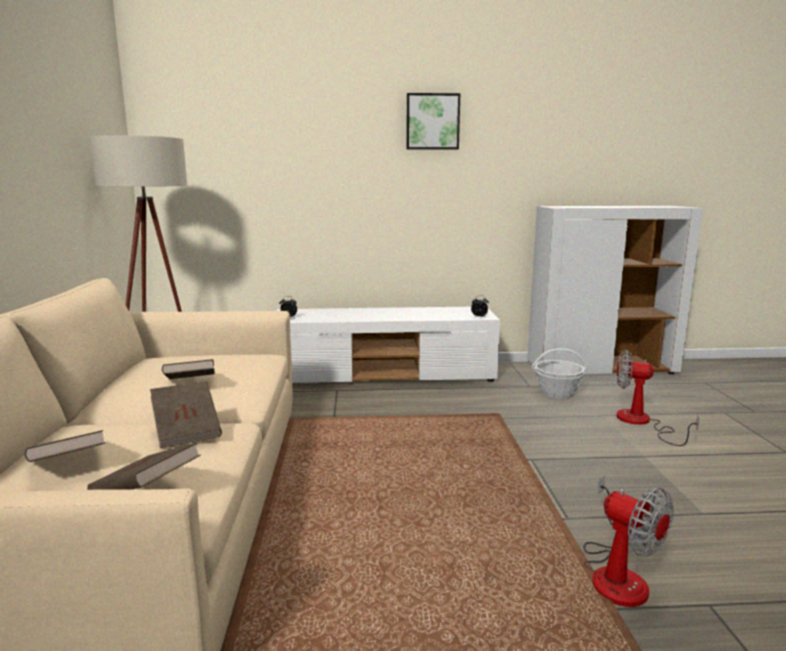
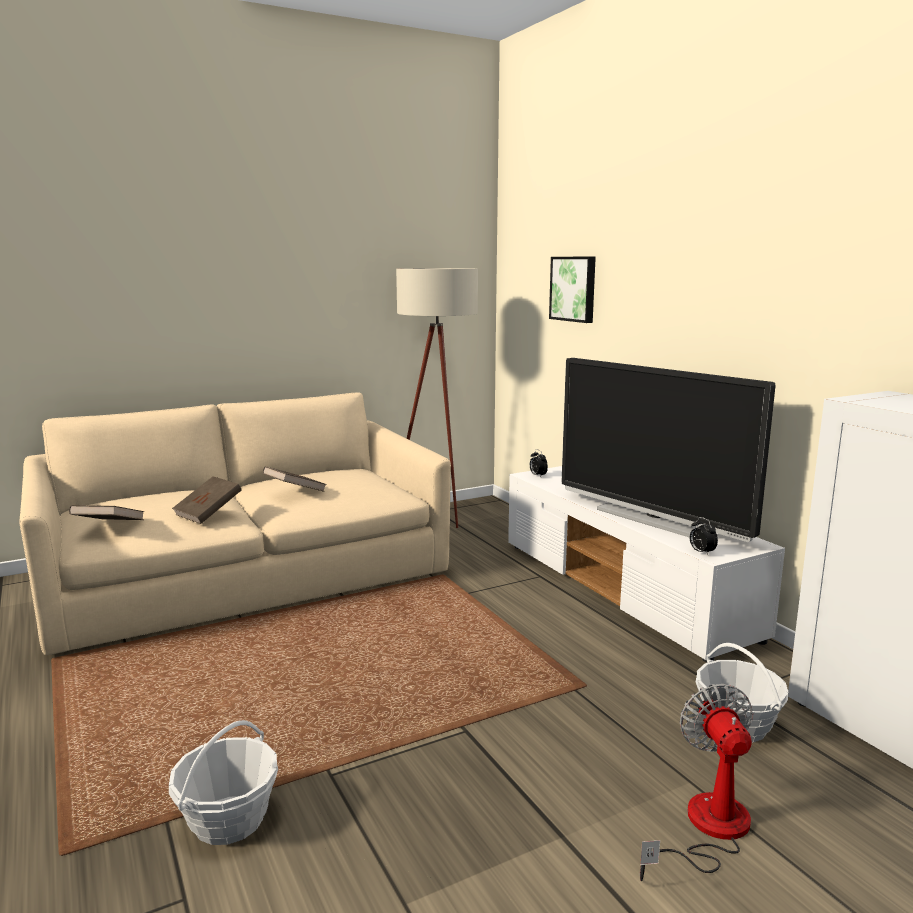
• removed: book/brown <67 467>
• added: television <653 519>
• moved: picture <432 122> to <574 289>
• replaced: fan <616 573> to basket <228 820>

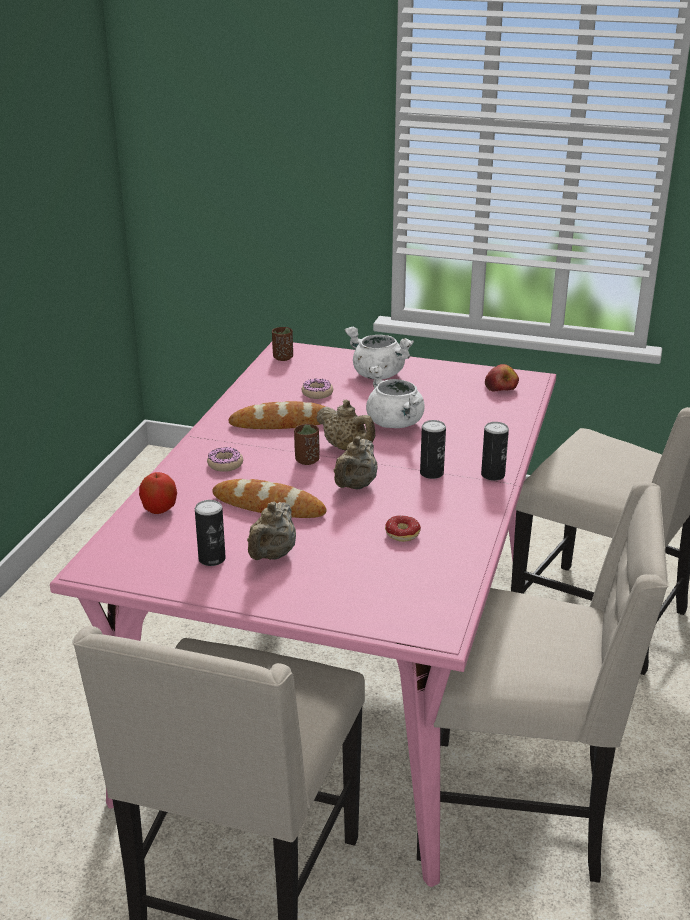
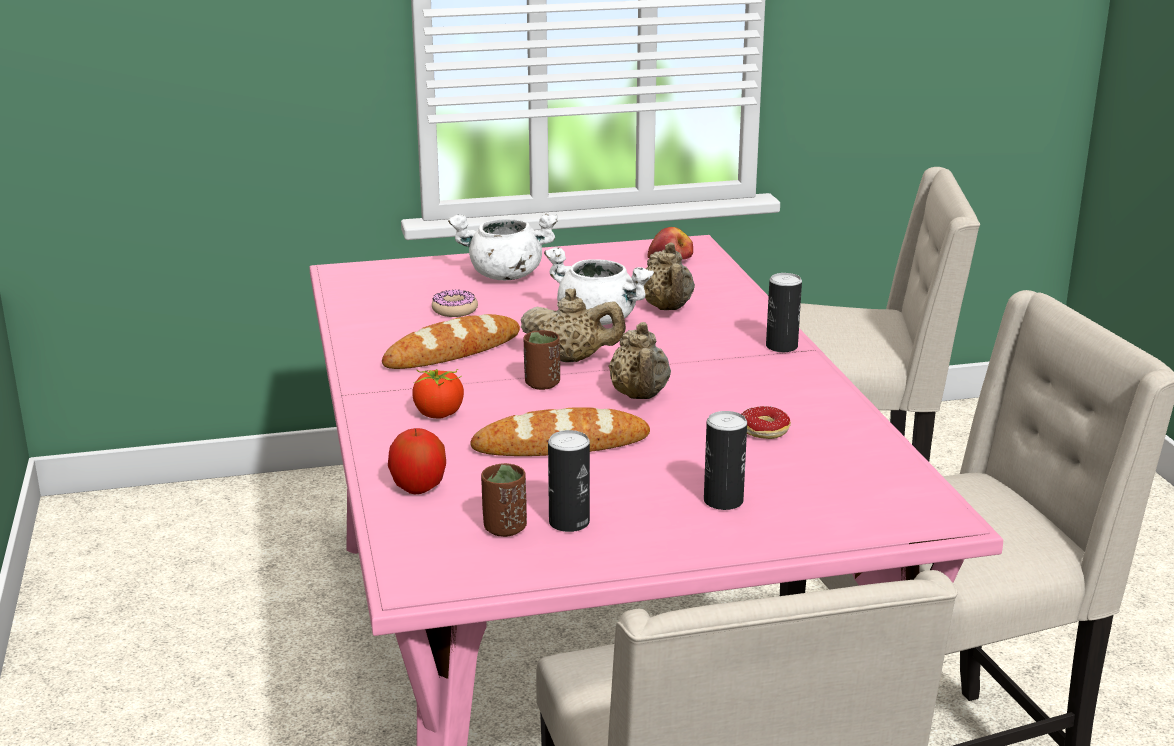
• moved: teapot/beige <272 555> to <667 308>
• moved: cup/brown <283 358> to <505 528>
• moved: can <431 473> to <723 501>
• replaced: donut <225 464> to tomato <439 414>

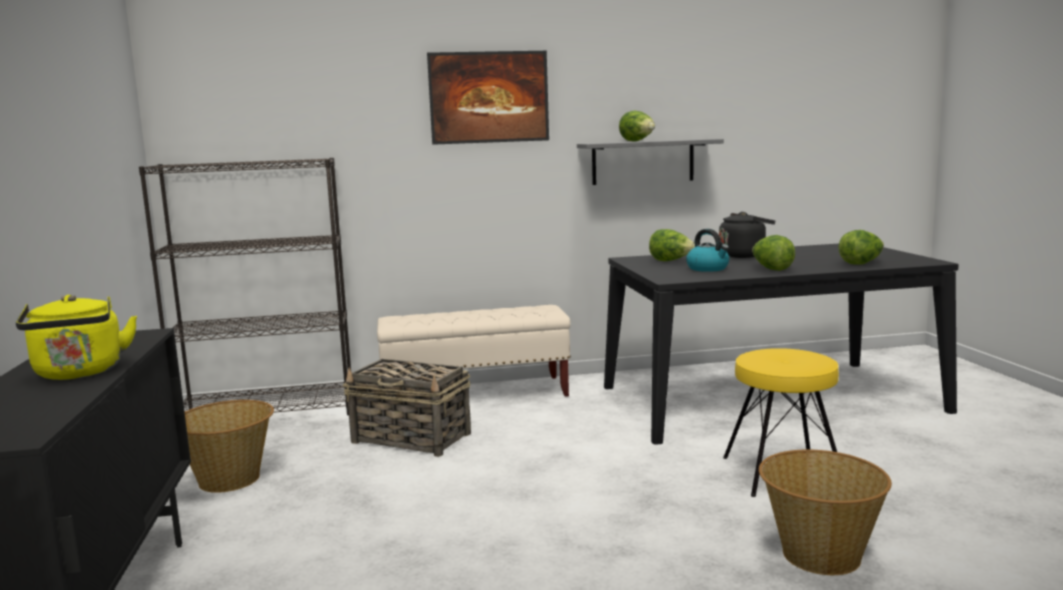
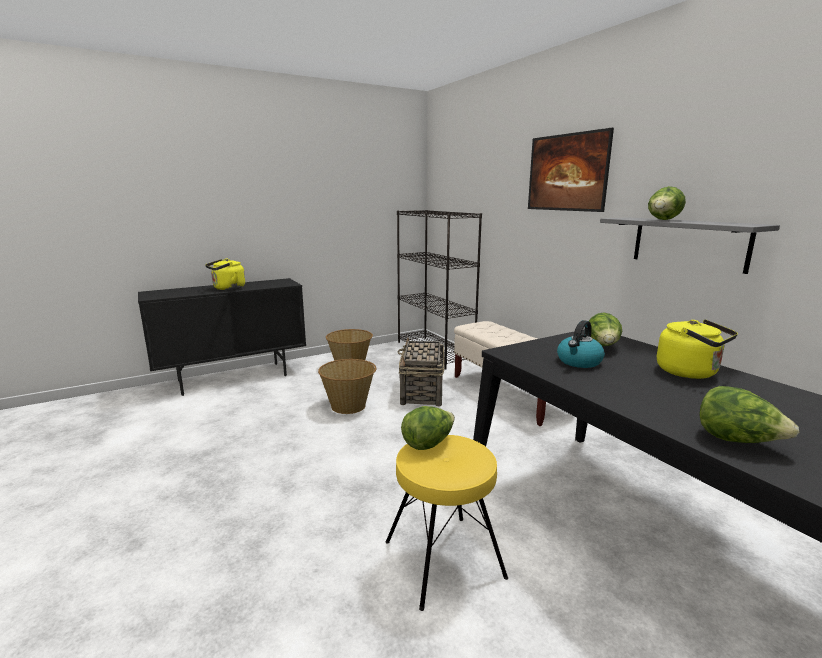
• moved: lettuce <771 269> to <428 443>
• moved: basket <820 554> to <349 406>
• recoloured: kettle/black <744 255> to kettle/yellow <690 373>

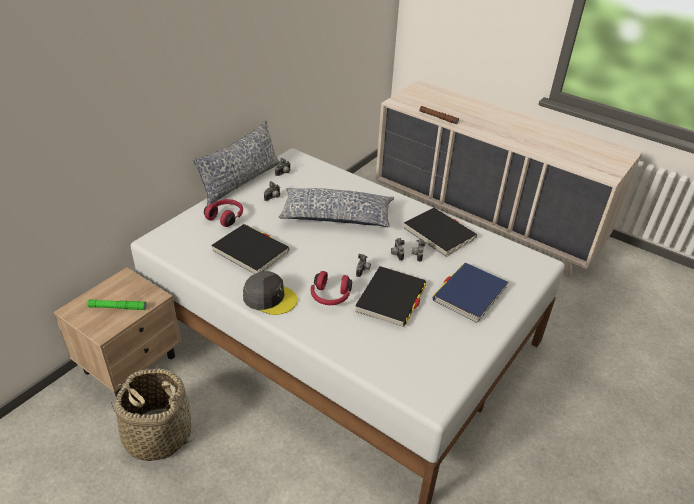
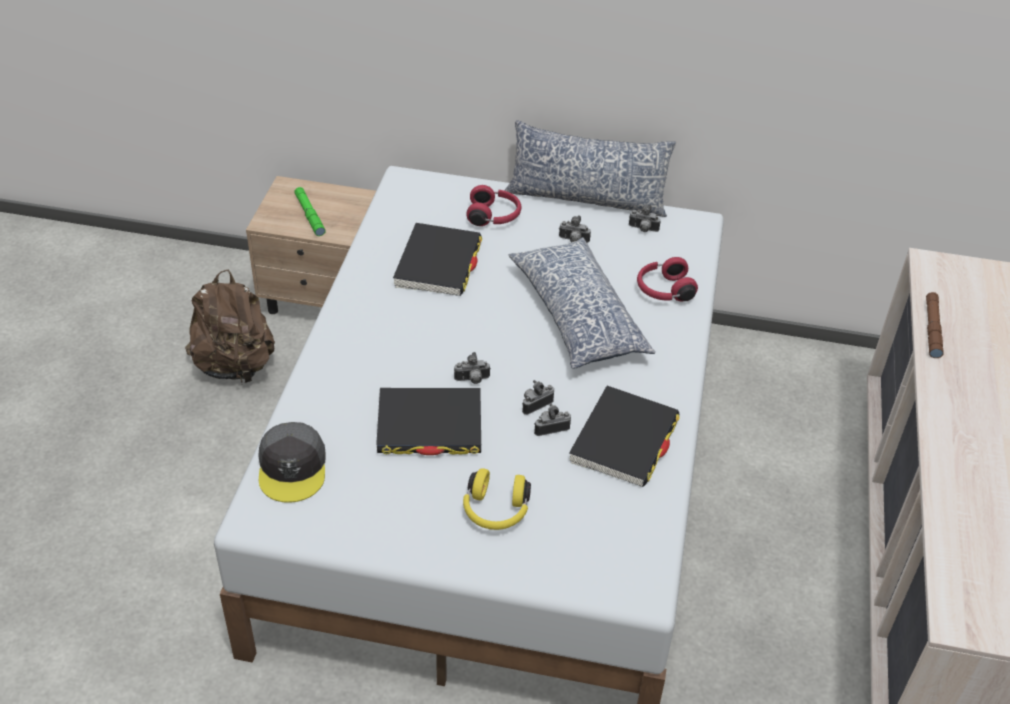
• moved: cap/grey <269 298> to <293 468>
• moved: headphones/red <330 296> to <663 290>
• replaced: basket <158 435> to backpack/brown <235 366>
• replaced: book/blue <469 294> to headphones/yellow <495 511>

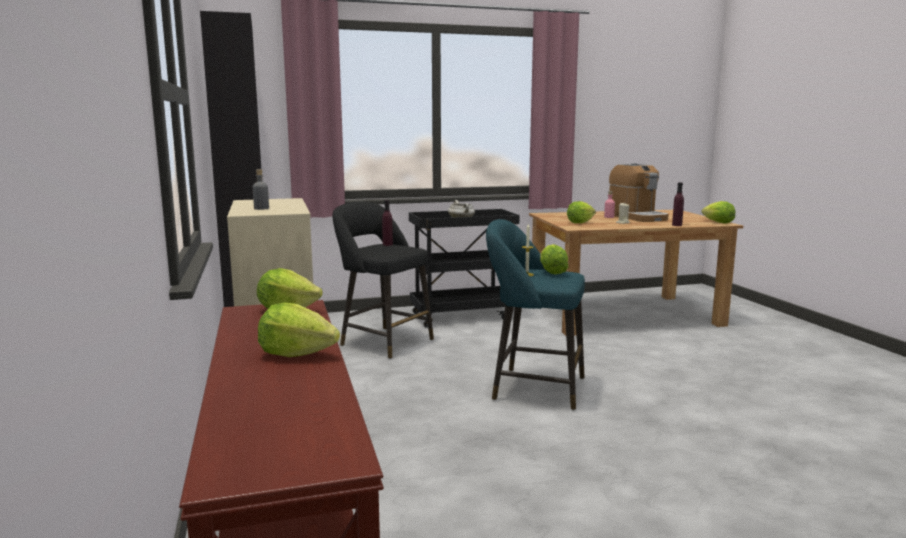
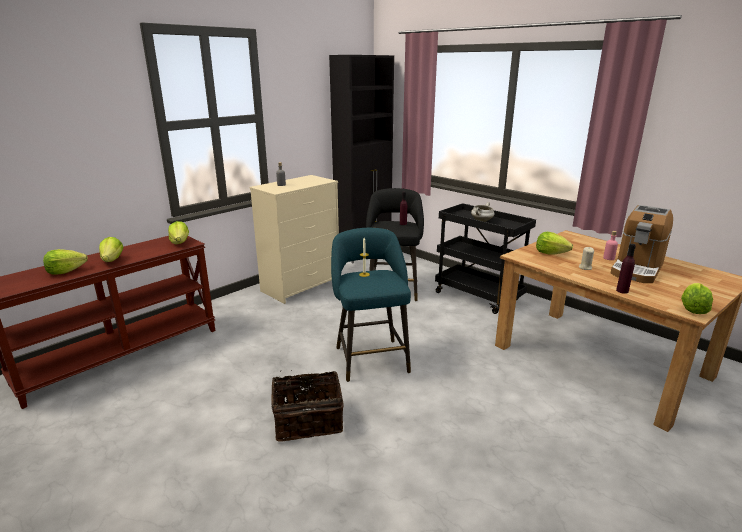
• added: basket <308 420>
• moved: lettuce <551 272> to <65 271>

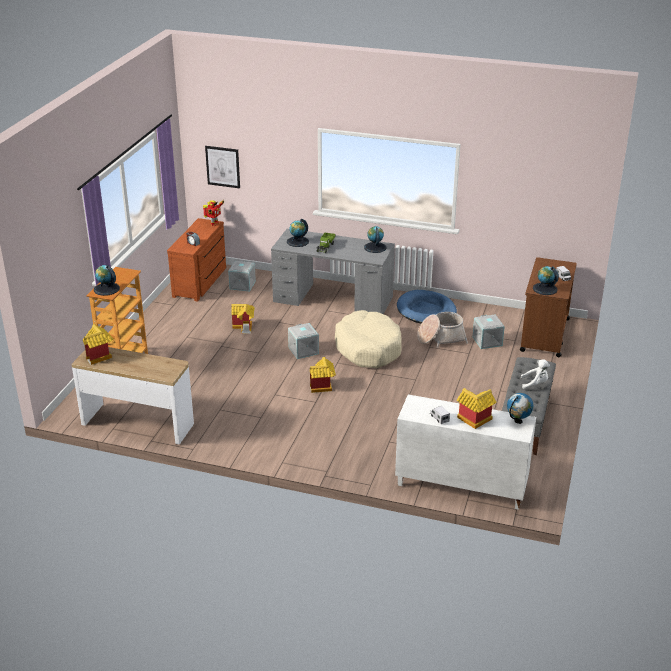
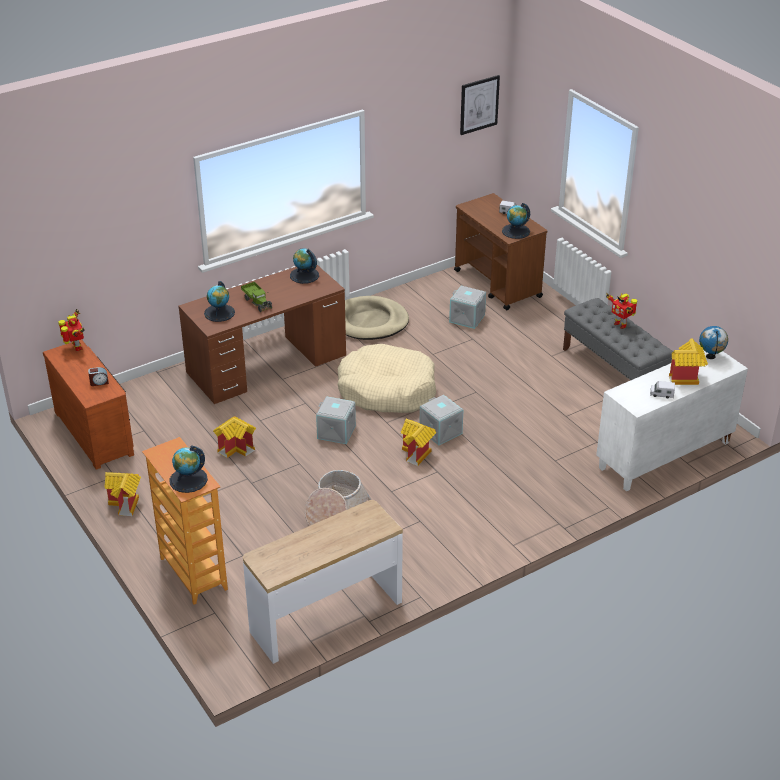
• moved: toy house <100 357> to <126 504>
• moved: picture <223 166> to <479 104>
• moved: storage box/grey <242 285> to <440 432>
• moved: basket <441 338> to <335 512>
• replaced: plush toy/white <535 384> to toy robot <620 324>
• recoloured: desk/grey <333 299> to desk/brown <267 363>
• recoloured: dog bed/blue <426 311> to dog bed/beige <369 322>

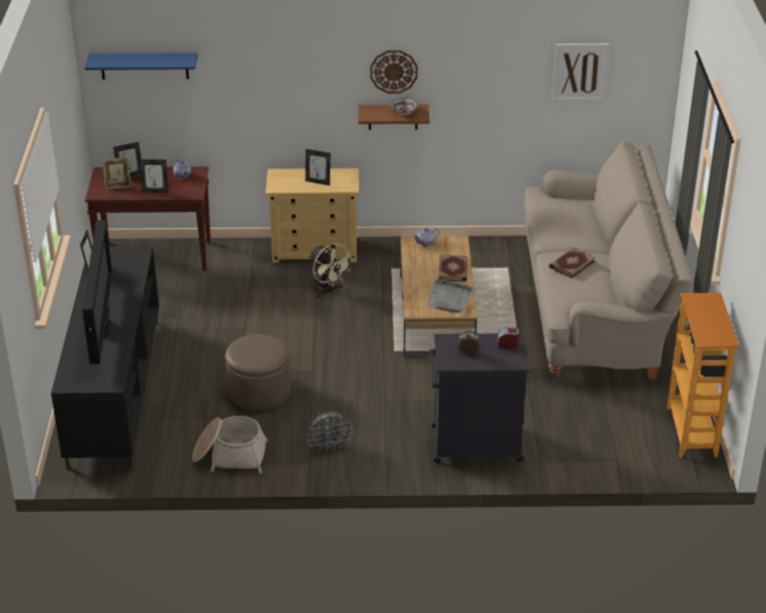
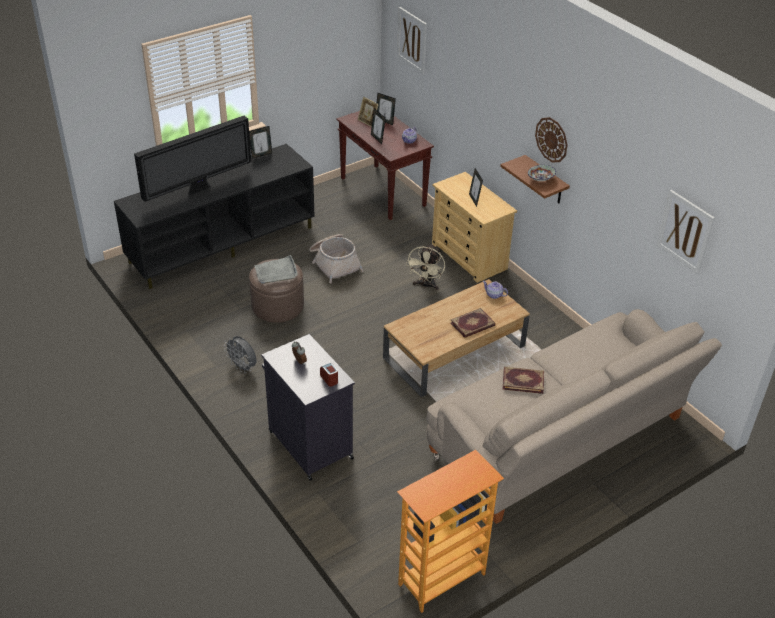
• moved: basket <230 455> to <334 263>
• moved: tray/grey <449 298> to <276 272>
• replaced: shelf/blue <144 66> to picture <412 40>

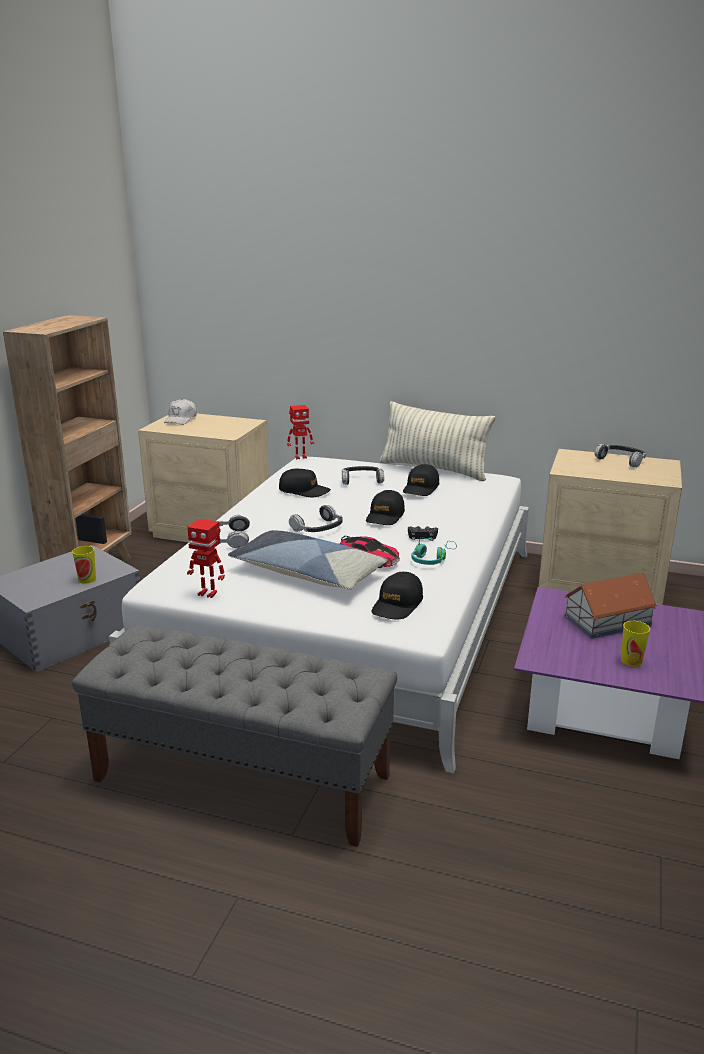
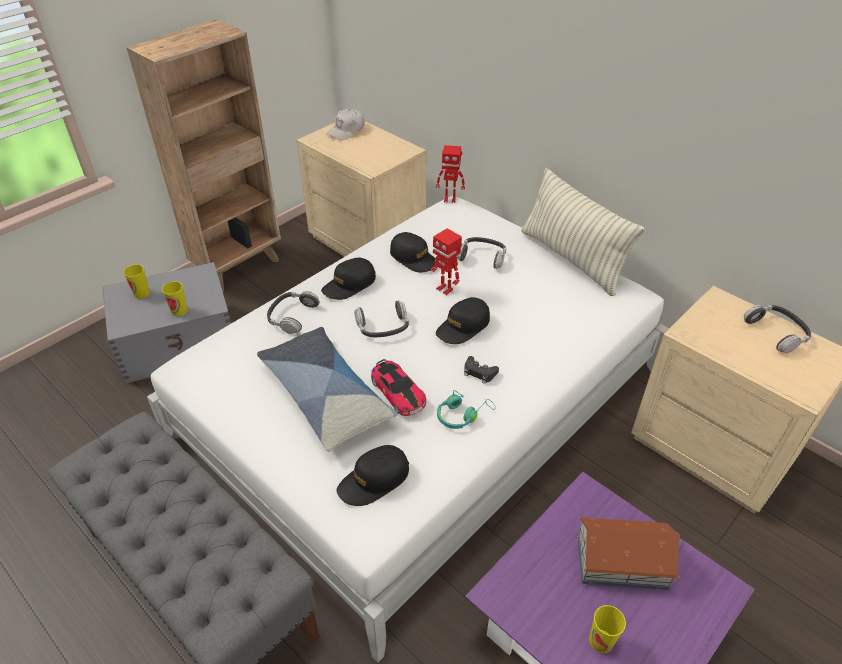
• added: cup <142 293>
• moved: toy robot <208 593> to <445 289>
• moved: cap/black <421 488> to <349 285>

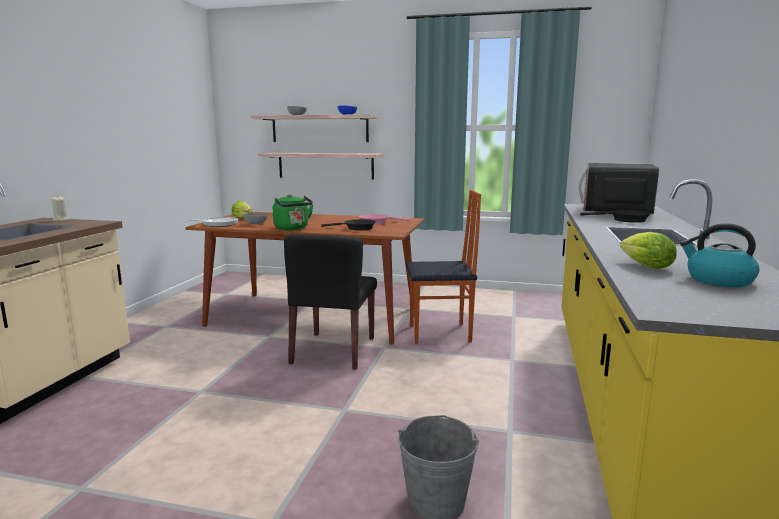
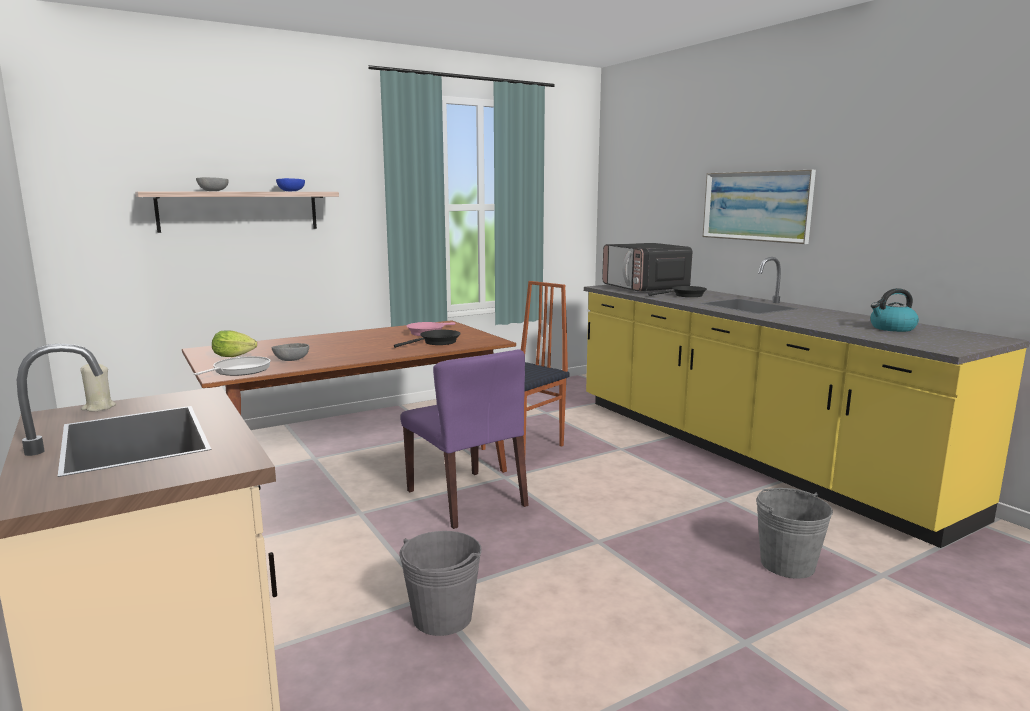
• removed: shelf <325 165>
• removed: kettle/green <292 228>
• removed: lettuce <643 266>
• added: bucket/grey <442 617>
• added: picture <756 206>
• recoloured: chair/black <334 350> to chair/purple <466 498>

